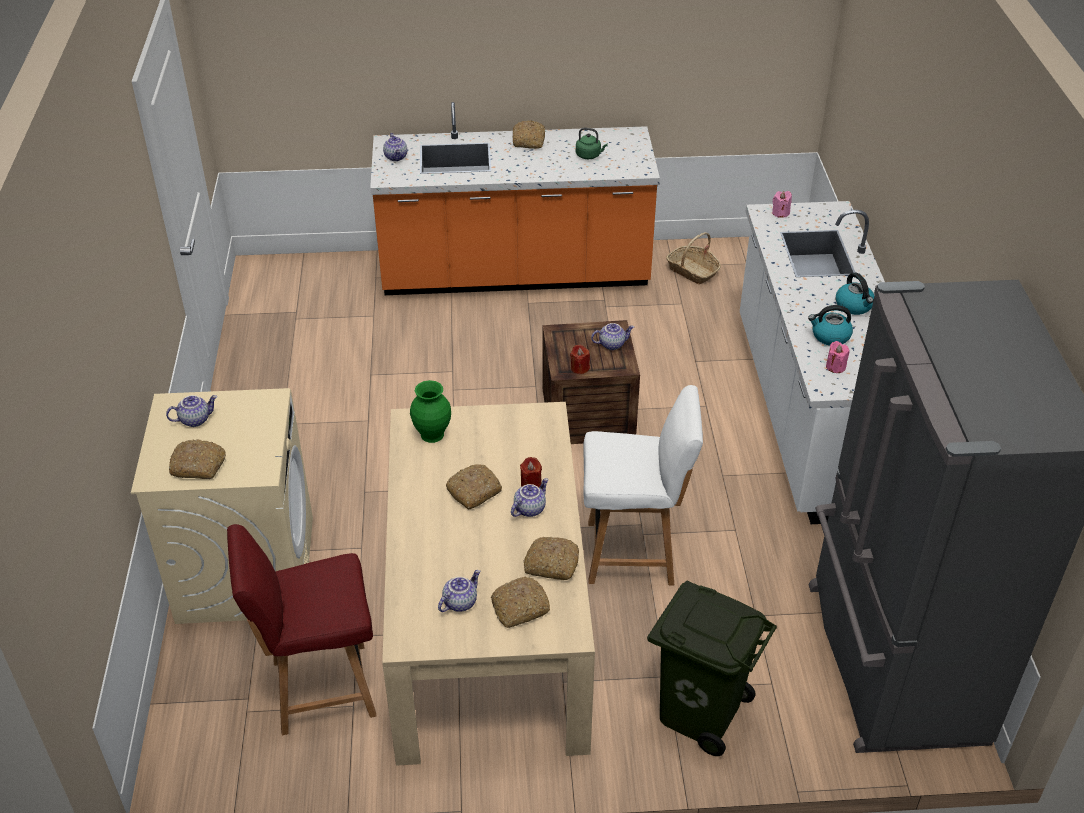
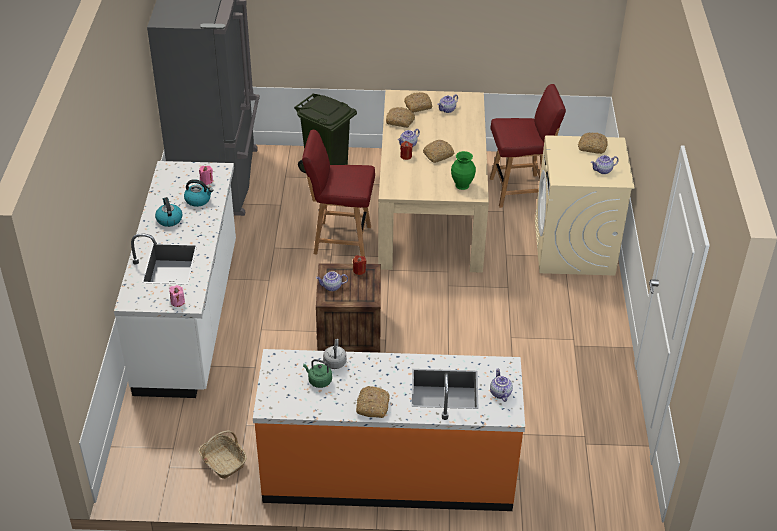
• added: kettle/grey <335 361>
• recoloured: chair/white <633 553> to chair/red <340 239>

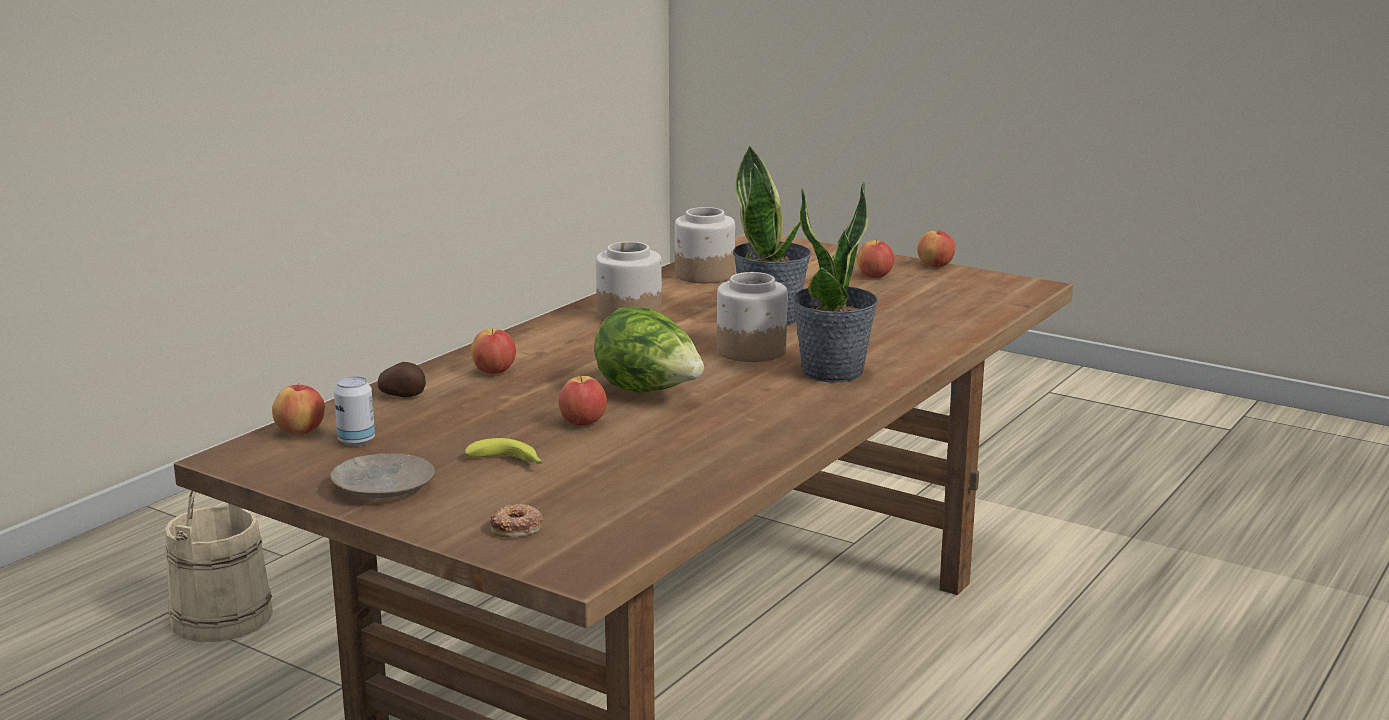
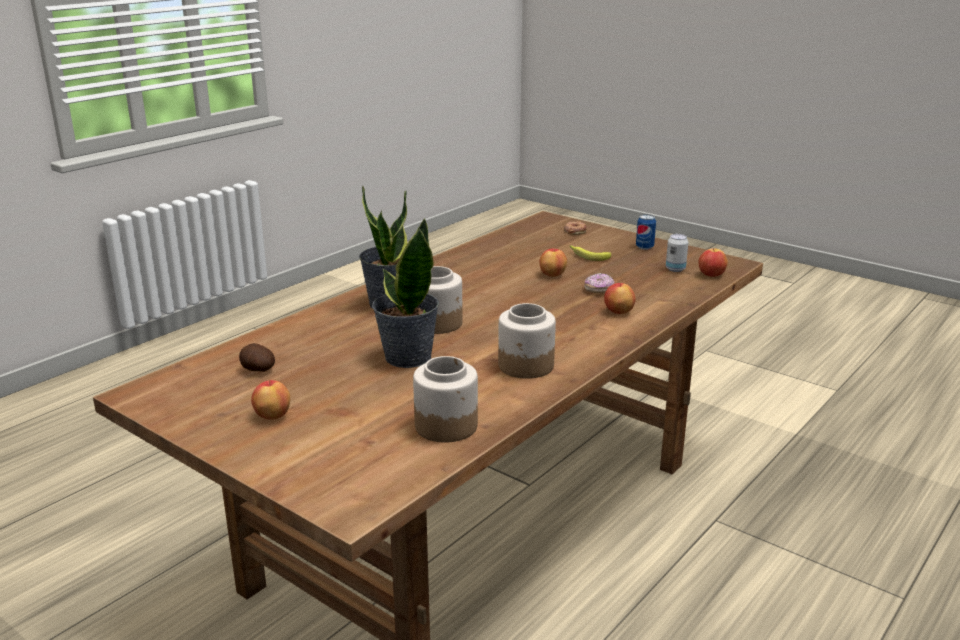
• removed: bucket/beige <221 617>
• removed: lettuce <649 392>
• removed: apple <935 266>
• added: donut <599 290>
• moved: potato <403 396> to <257 370>
• replaced: plate/beige <382 487> to can <644 247>

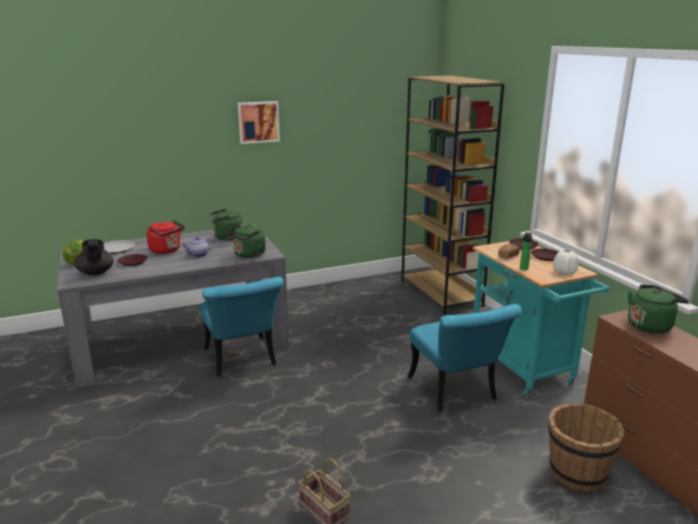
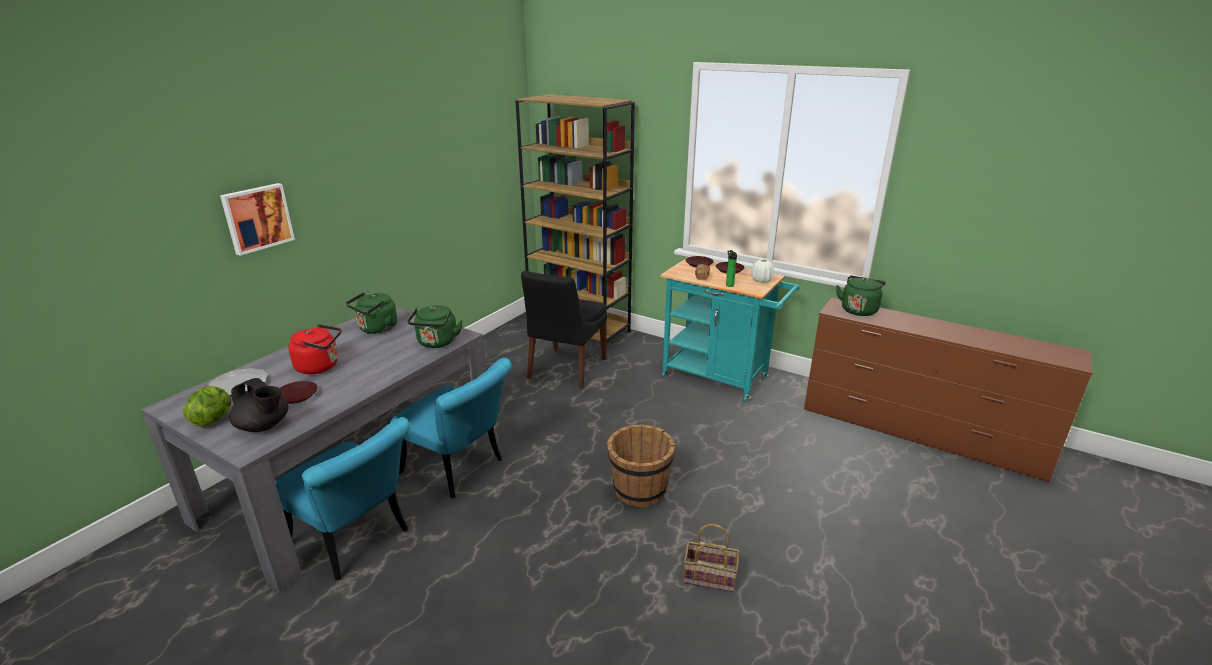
• removed: teapot <198 255>
• added: chair/black <566 370>
• moved: picture <258 122> to <257 218>
• moved: chair/turquoise <456 393> to <356 541>
• moved: bucket/brown <577 473> to <639 491>

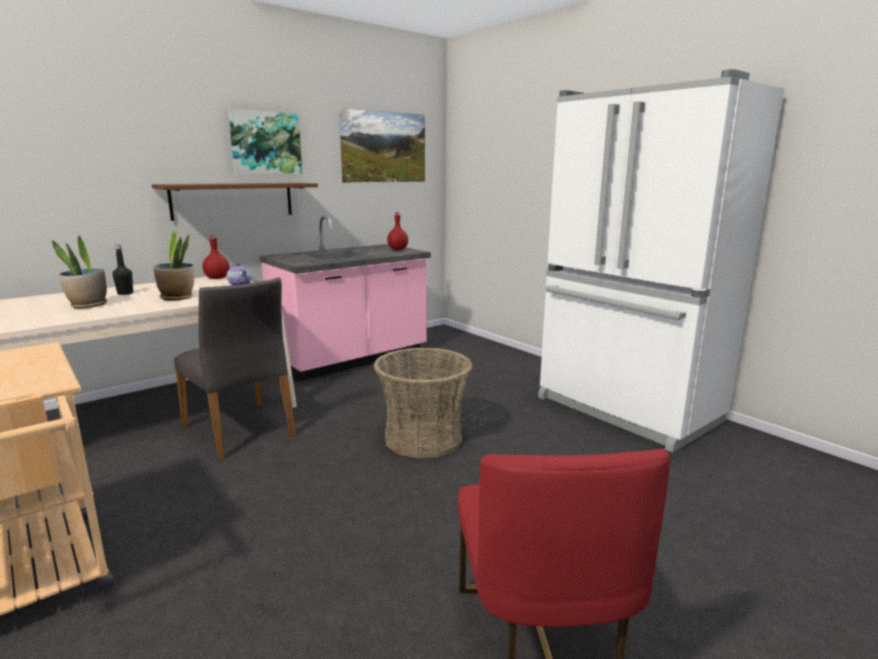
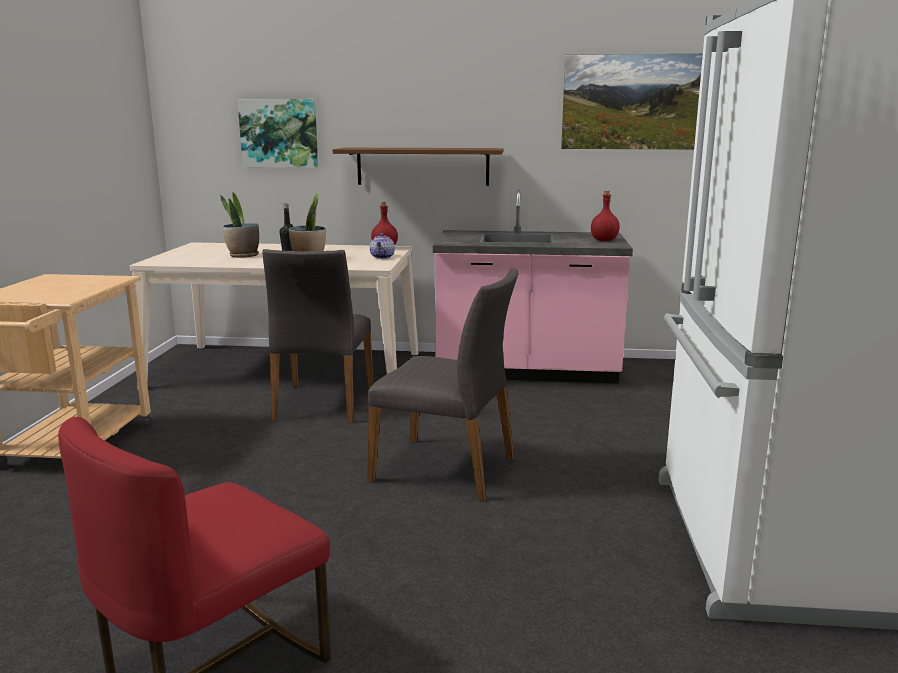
• moved: picture <265 143> to <279 133>
• replaced: basket <423 438> to chair/grey <446 469>

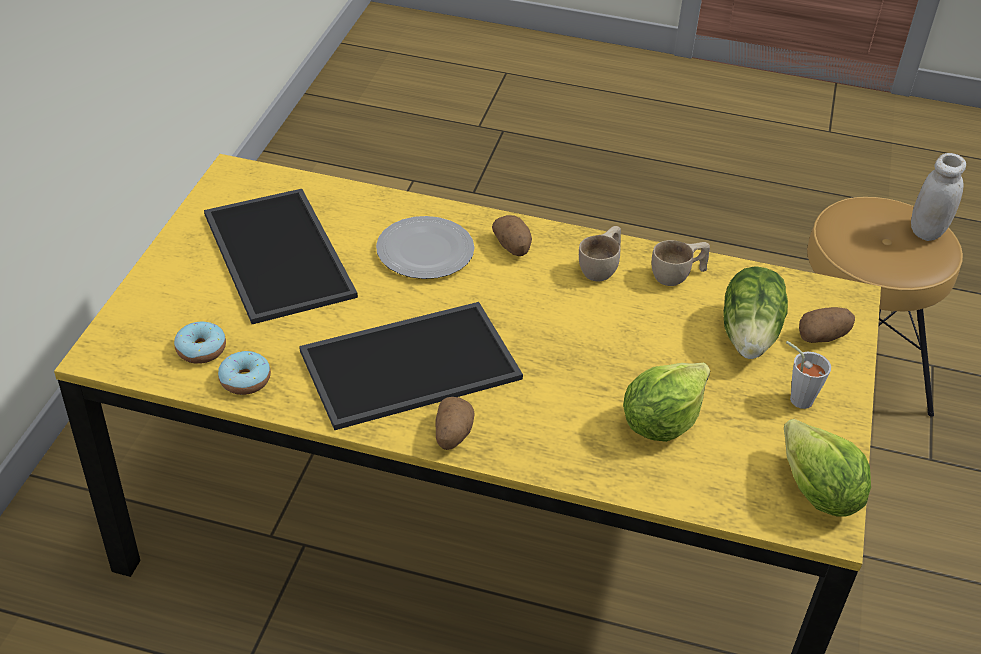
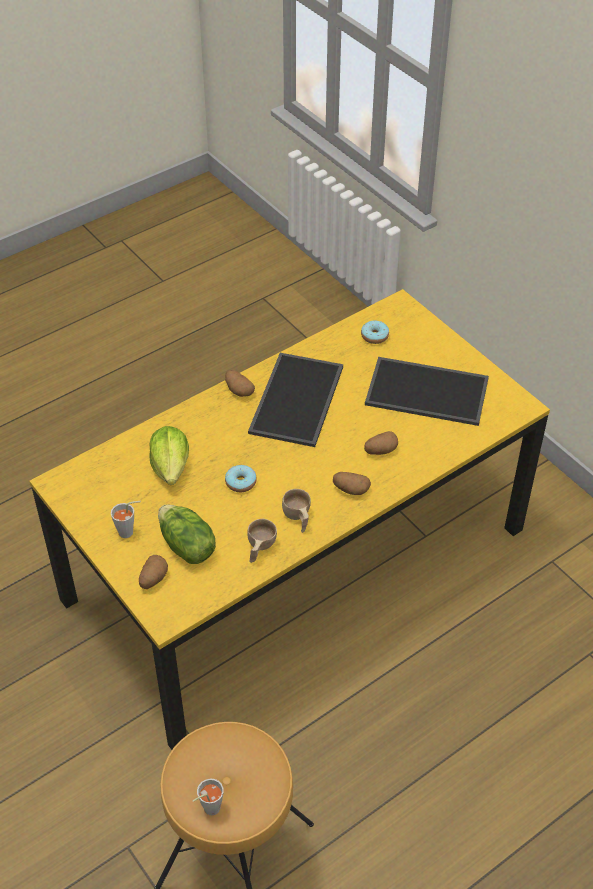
• removed: lettuce <817 492>
• moved: donut <245 380> to <240 482>
• replaced: plate <425 250> to potato <380 450>
• replaced: jar/white <927 231> to cup/grey <208 809>

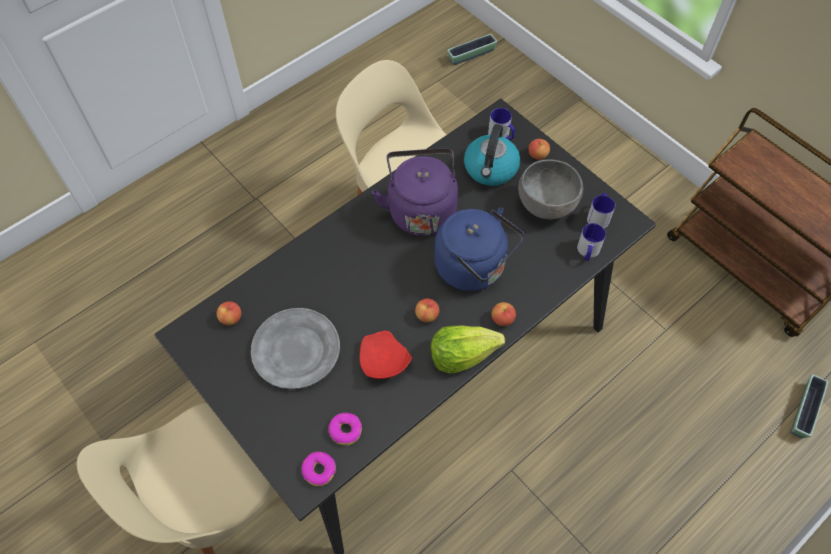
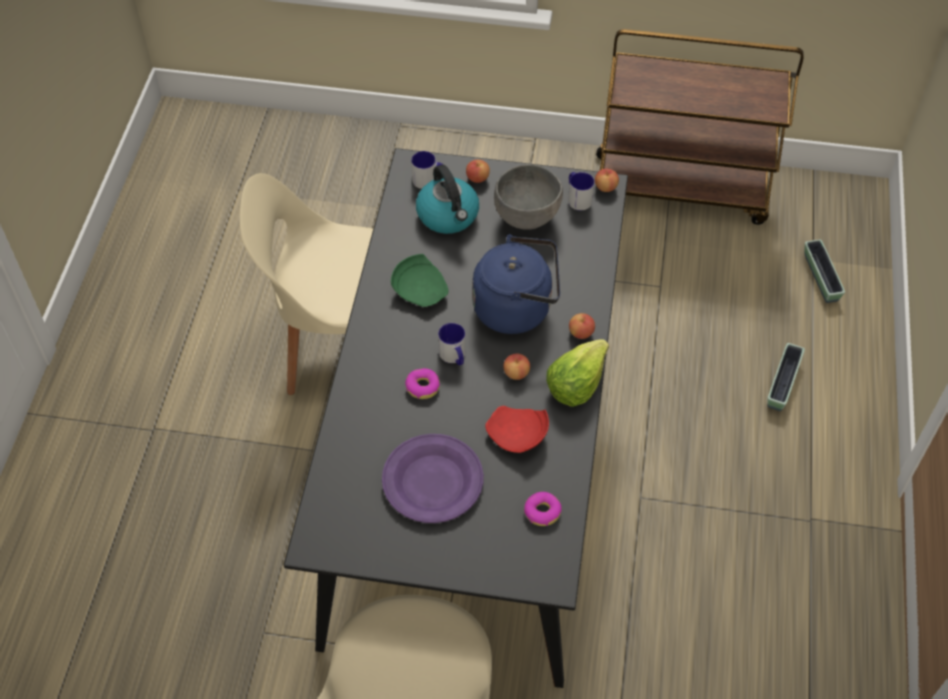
• moved: apple <231 318> to <605 187>
• moved: donut <319 470> to <422 387>
• moved: planter <471 55> to <782 383>
• moved: mug <587 252> to <454 356>
• replaced: kettle/purple <420 209> to plate/green <421 289>
• recoloured: plate/grey <296 350> to plate/purple <432 481>

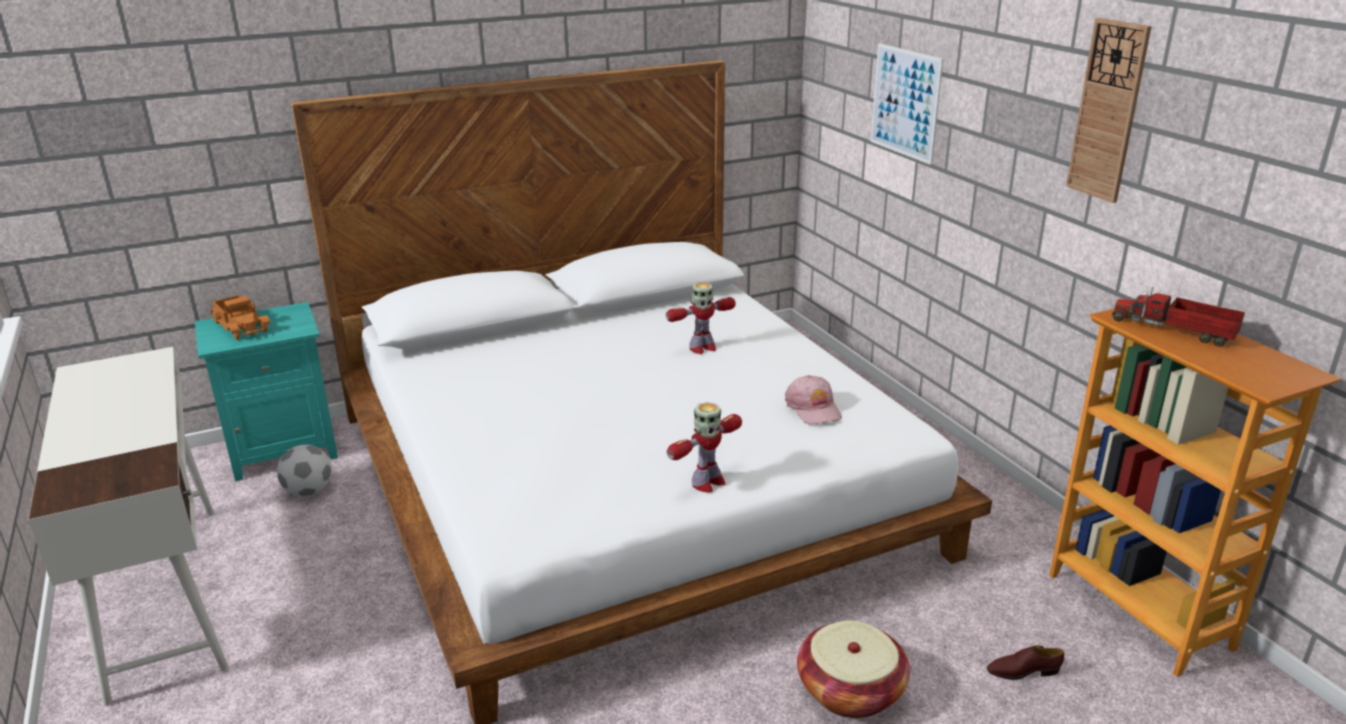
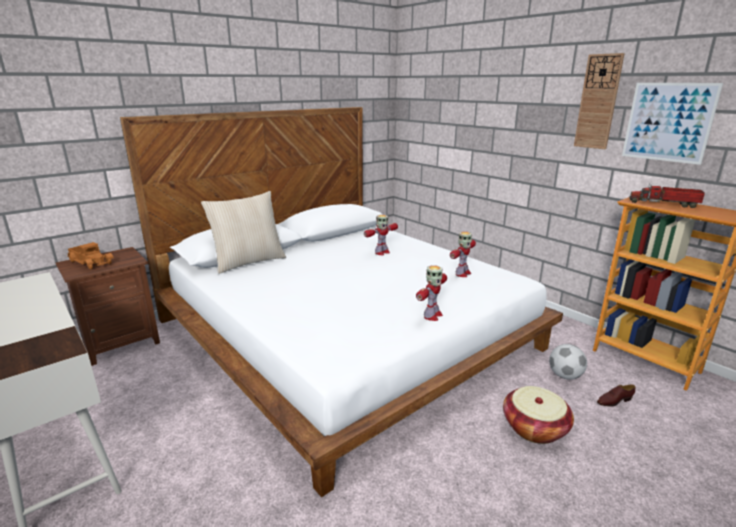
• added: pillow/beige <248 262>
• moved: football <309 491> to <565 376>
• moved: picture <905 102> to <668 122>
• replaced: cap/pink <813 408> to toy robot <462 274>
• recoloured: nightstand/turquoise <283 450> to nightstand/brown <120 343>

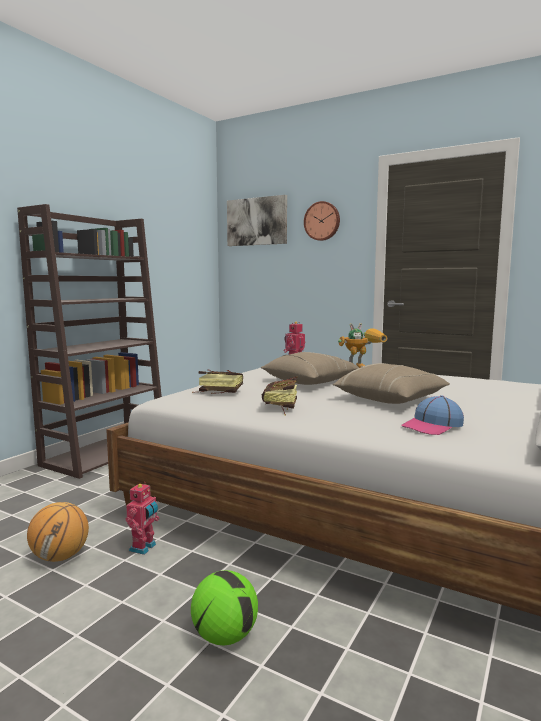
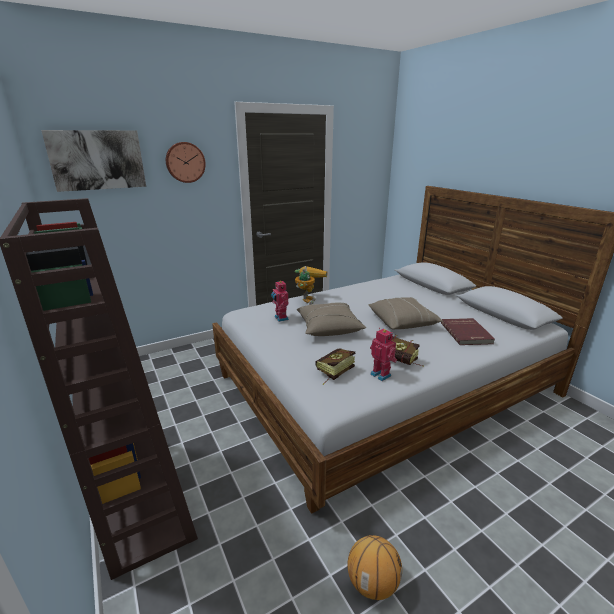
• removed: football <225 636>
• moved: toy robot <144 548> to <381 374>
• replaced: cap <432 426> to book/red <467 333>

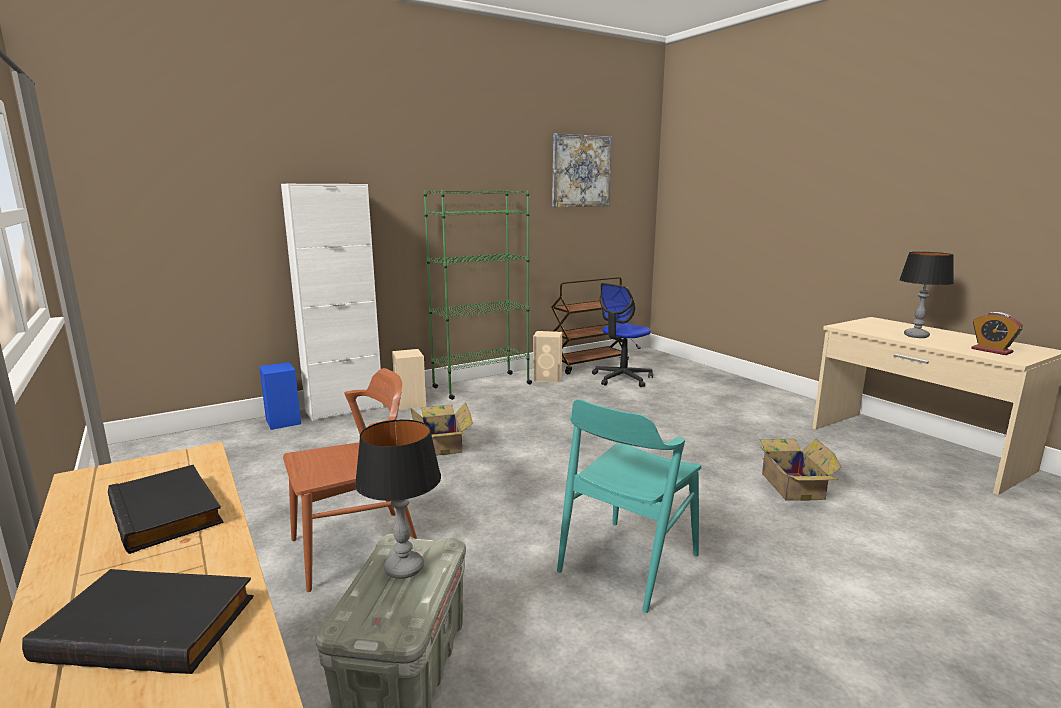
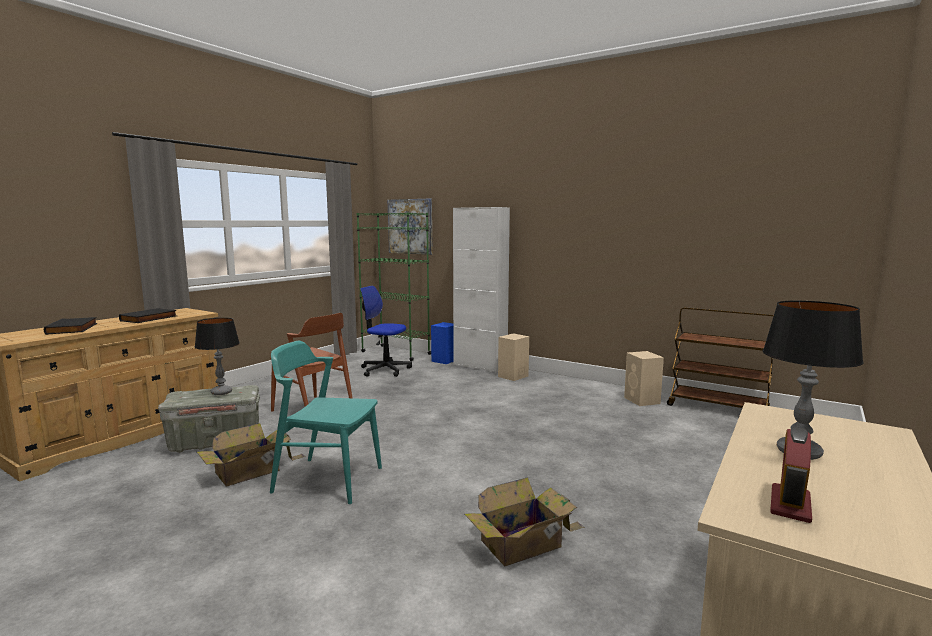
• moved: cardboard box <442 443> to <250 471>
• moved: bookcase/green <481 386> to <395 353>
• moved: picture <581 171> to <410 226>
• moved: office chair <622 378> to <385 370>

